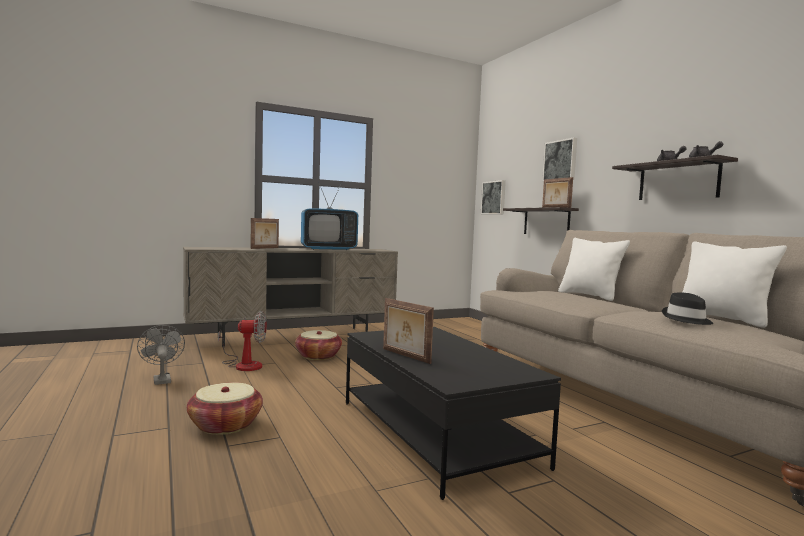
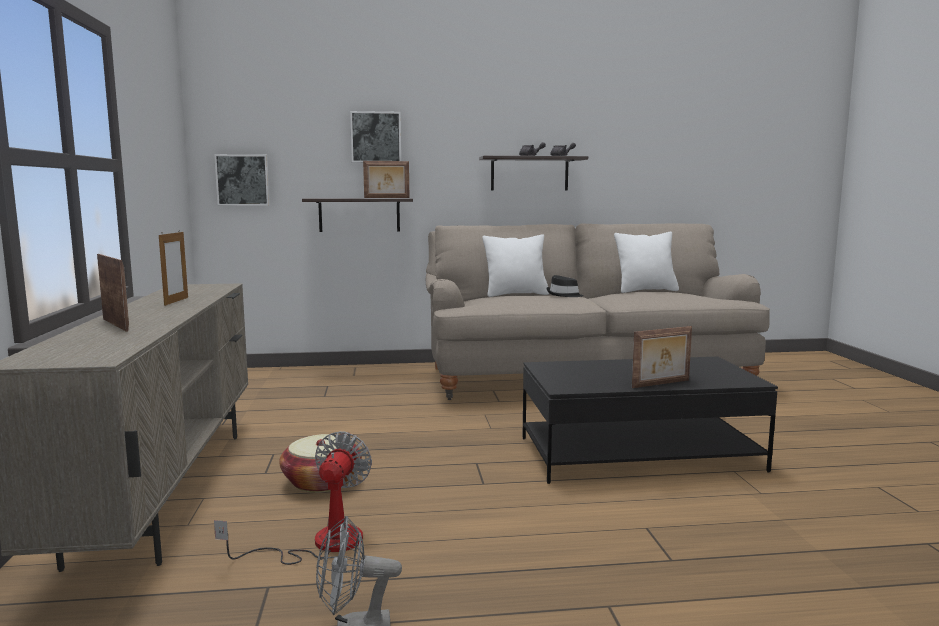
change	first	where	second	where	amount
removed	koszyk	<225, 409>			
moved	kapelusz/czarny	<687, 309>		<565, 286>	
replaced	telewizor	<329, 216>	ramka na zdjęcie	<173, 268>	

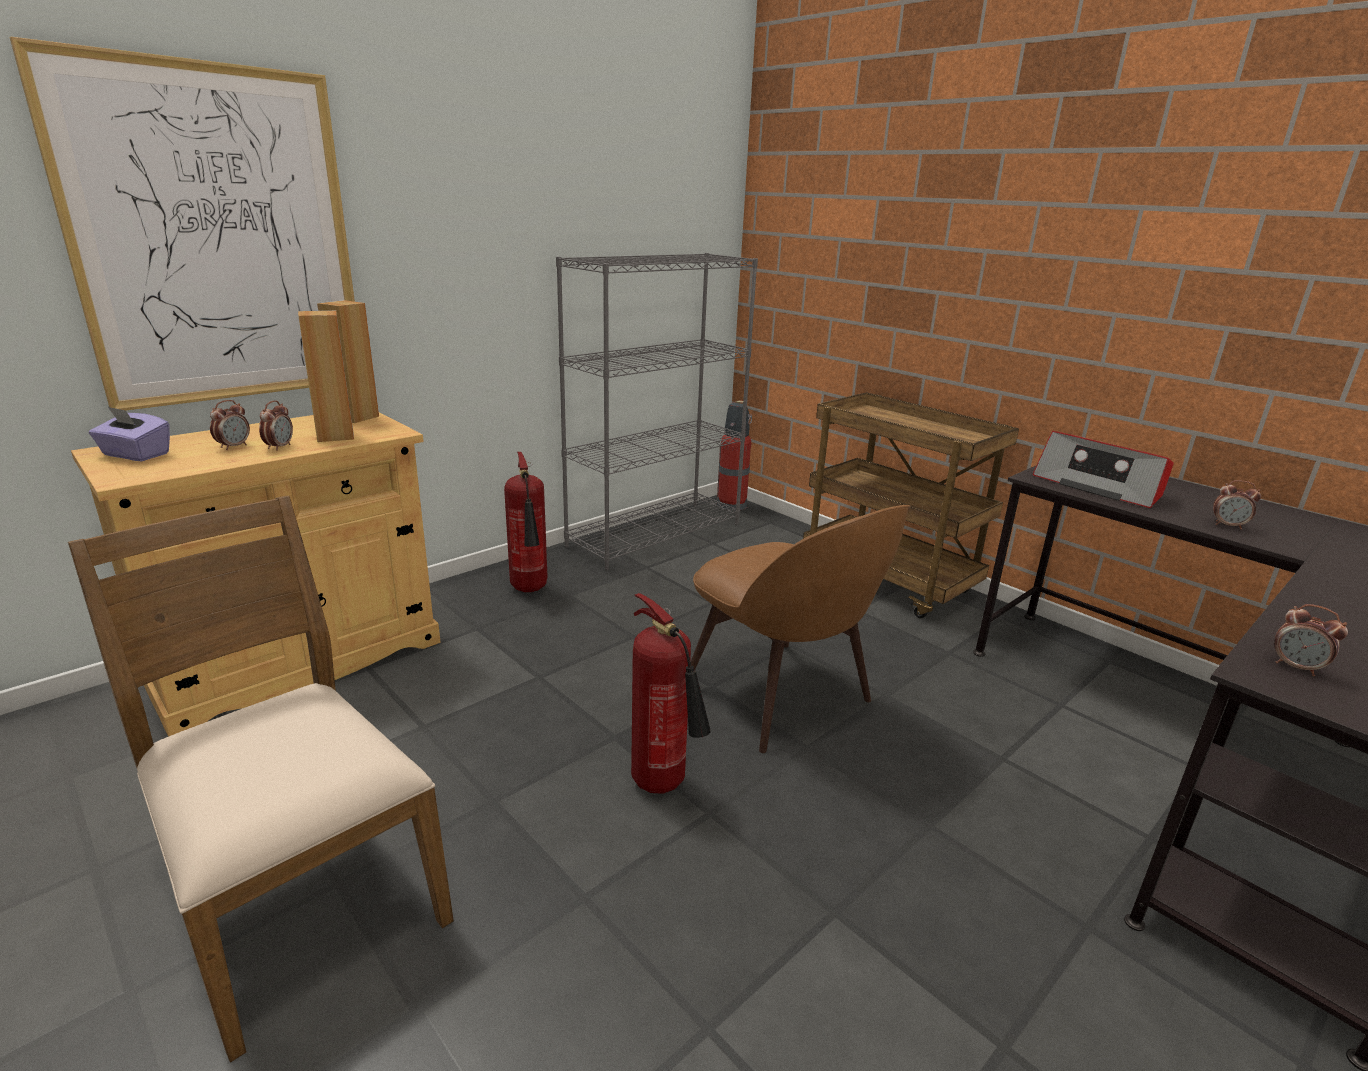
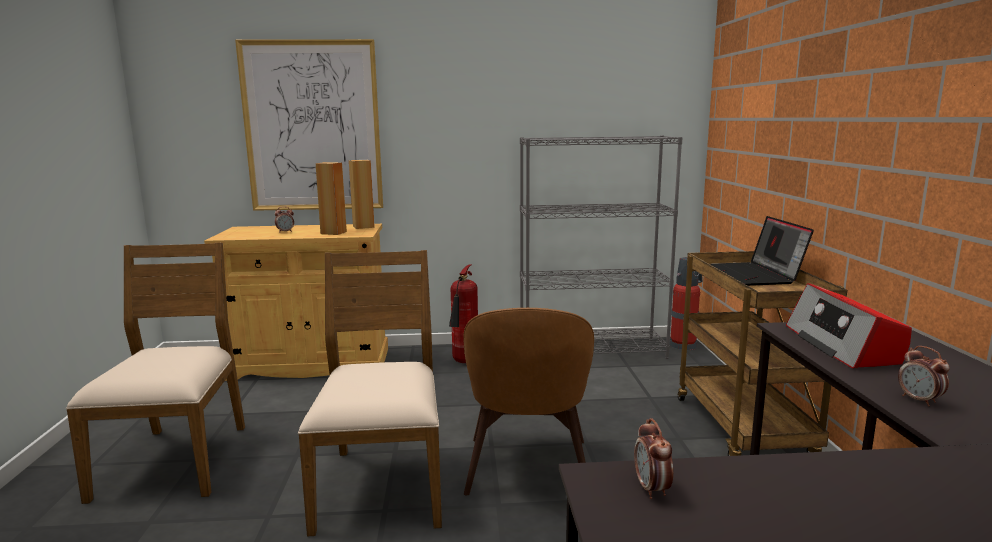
change	first	where	second	where	amount
removed	pudełko chusteczek/fioletowy	<129, 433>			
removed	budzik	<276, 426>			
added			laptop	<762, 251>	
replaced	gaśnica	<670, 693>	krzesło/brązowy	<370, 393>	

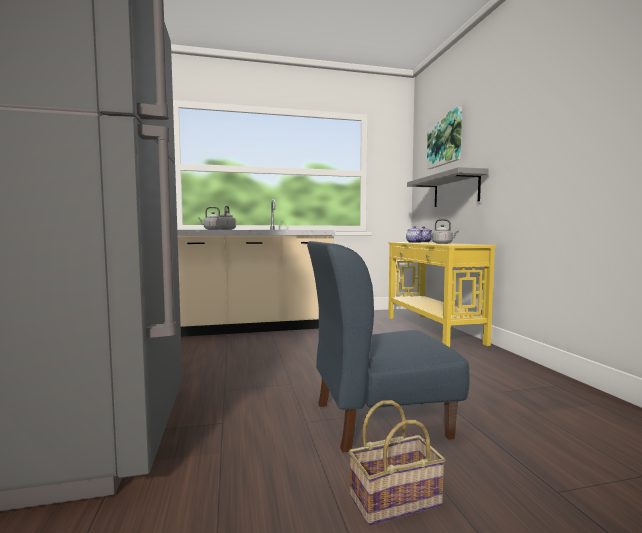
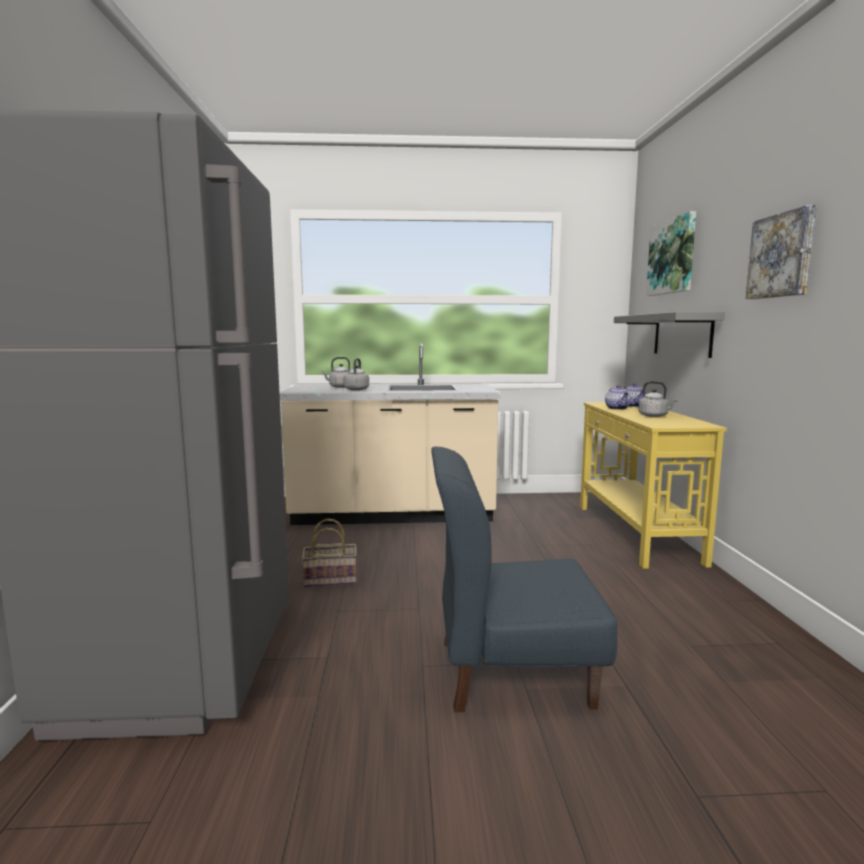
change	first	where	second	where	amount
added			obraz	<781, 252>	
moved	koszyk	<397, 463>		<329, 553>	

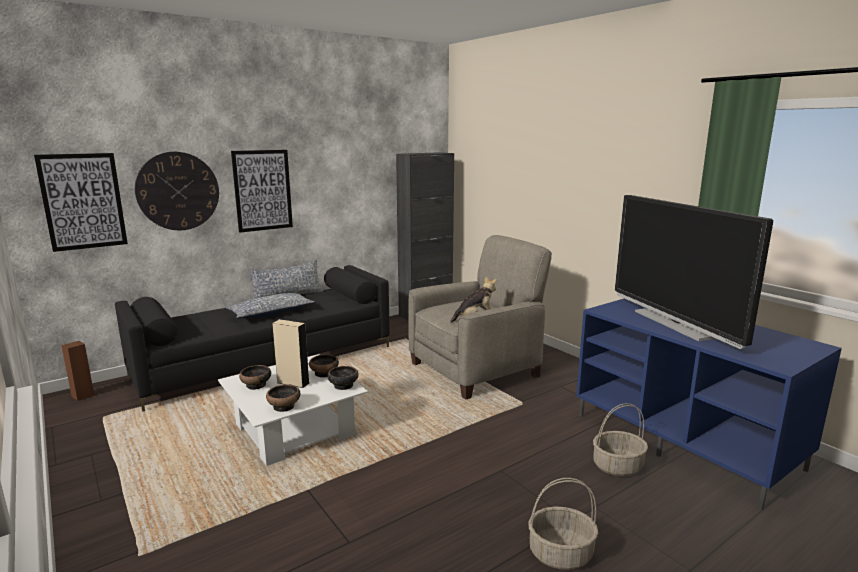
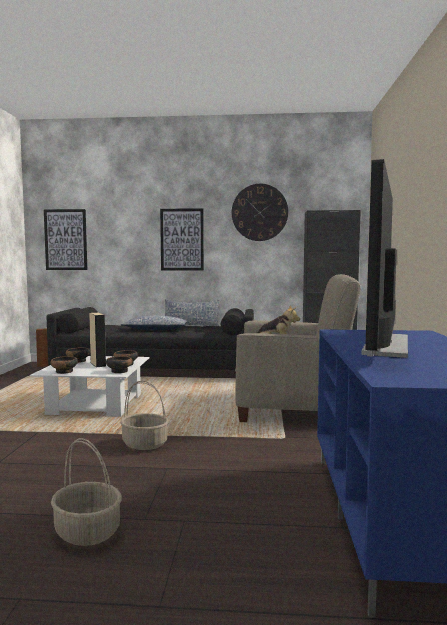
change	first	where	second	where	amount
moved	zegar ścienny	<177, 191>		<260, 212>	
moved	koszyk	<620, 439>		<144, 415>	

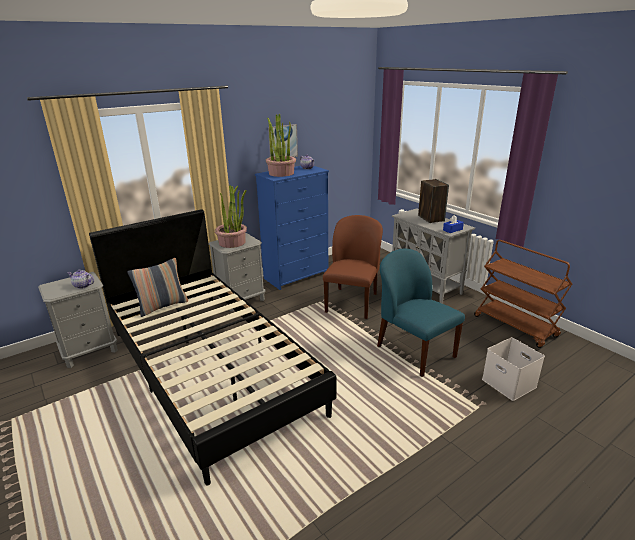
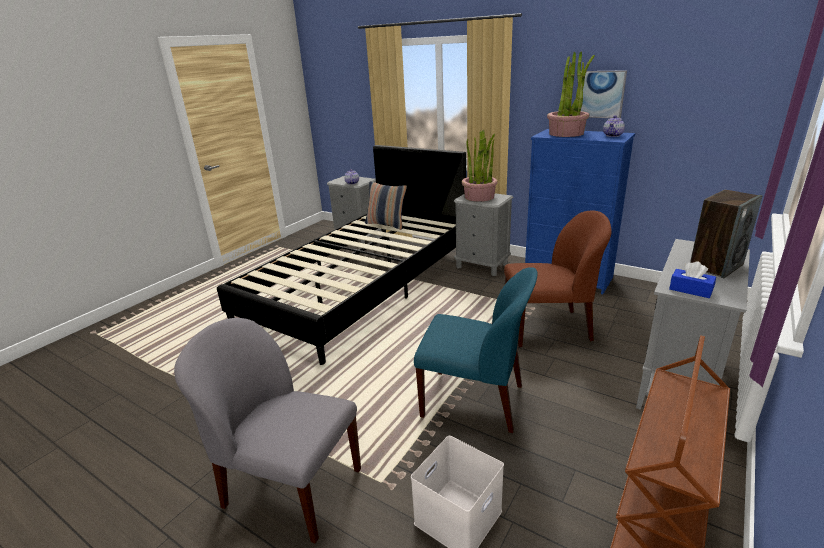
change	first	where	second	where	amount
added			krzesło/szary	<267, 431>	
turned	krzesło/niebieski	<421, 313>		<476, 350>	75 degrees clockwise

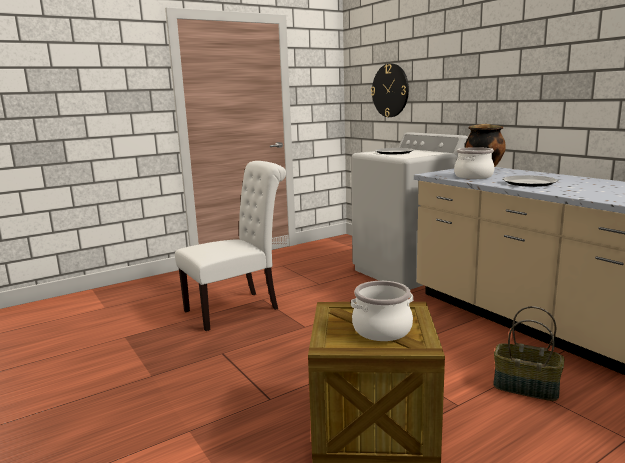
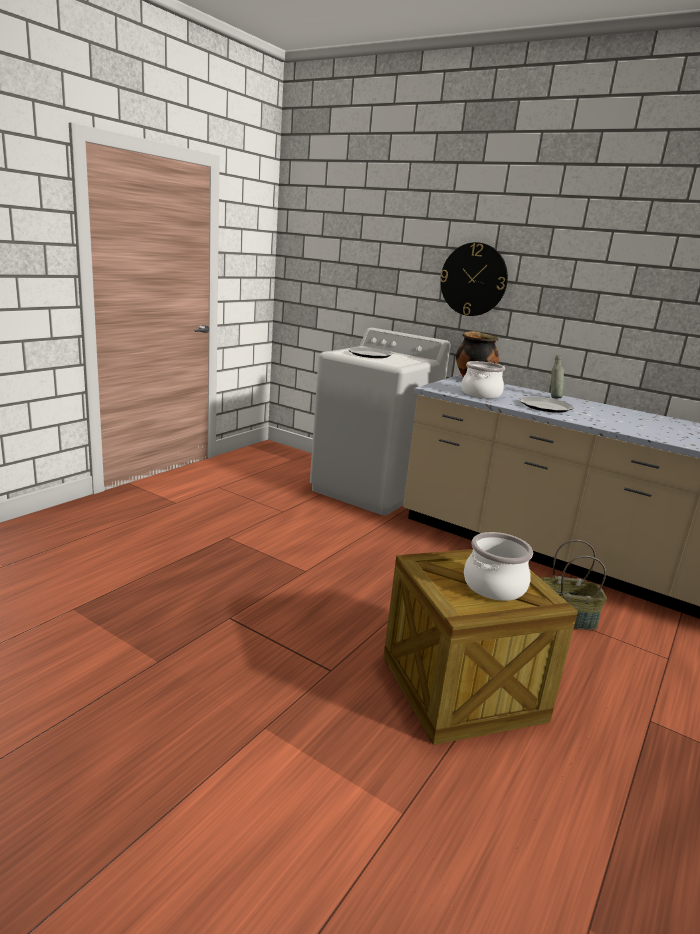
change	first	where	second	where	amount
removed	krzesło/biały	<230, 246>			
added			butelka/szary	<557, 376>	
moved	zegar ścienny	<390, 90>		<474, 279>	

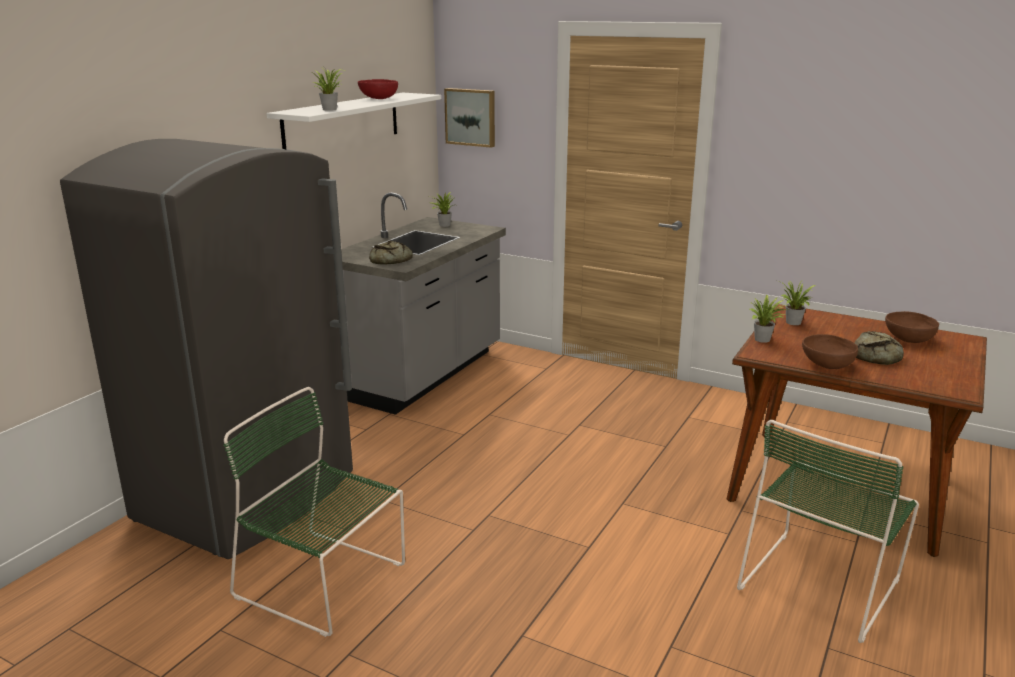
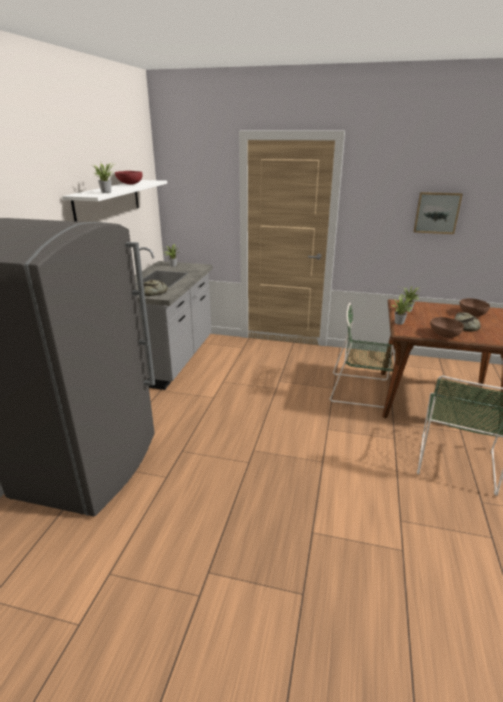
change	first	where	second	where	amount
moved	krzesło/zielony	<314, 512>		<362, 355>	
moved	obraz	<469, 118>		<438, 213>	

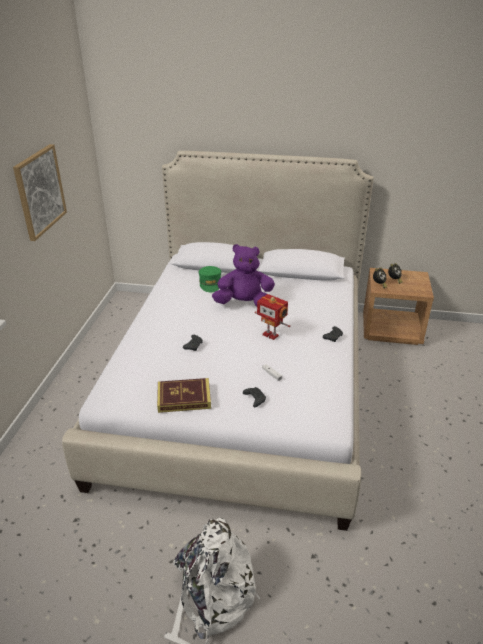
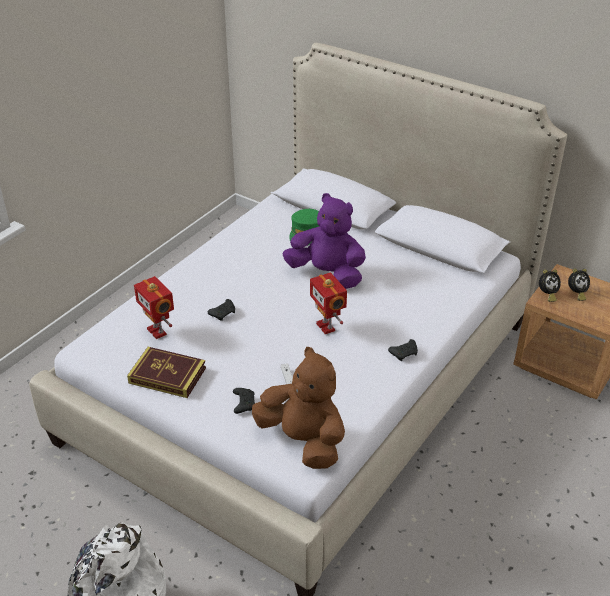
change	first	where	second	where	amount
removed	obraz	<40, 192>			
added			robot zabawkowy	<154, 307>	
added			pluszak/brązowy	<298, 408>	

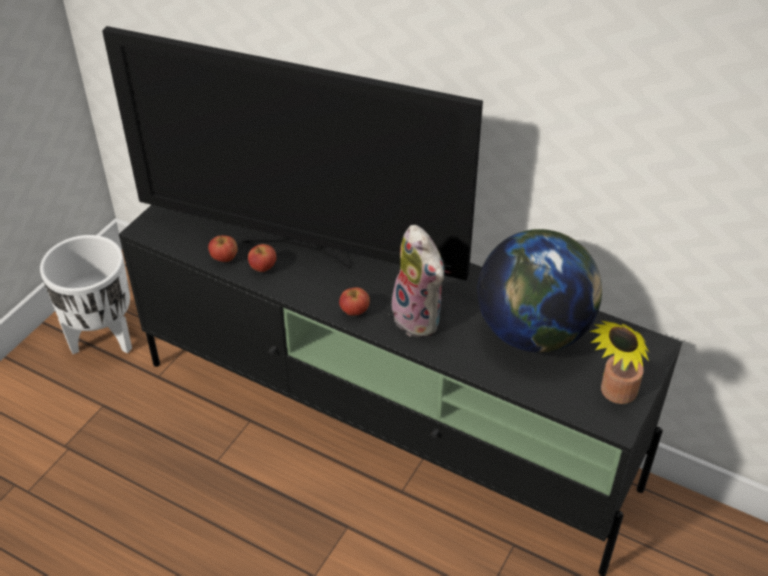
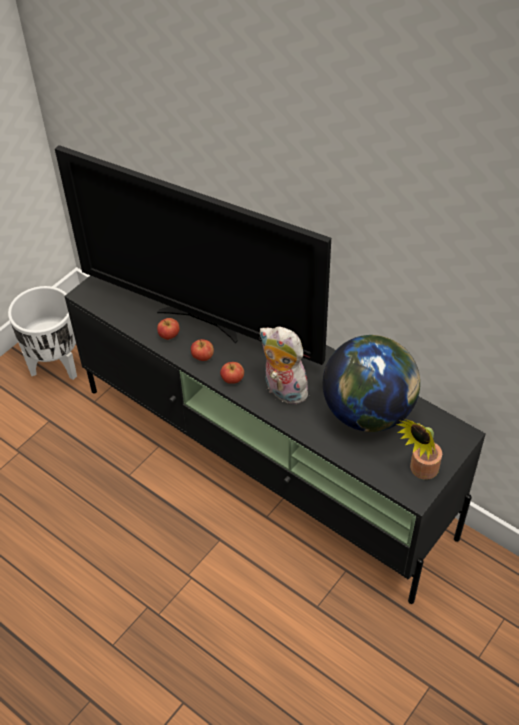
change	first	where	second	where	amount
moved	jabłko	<223, 248>		<202, 350>	
turned	pluszak	<418, 281>		<285, 365>	150 degrees clockwise

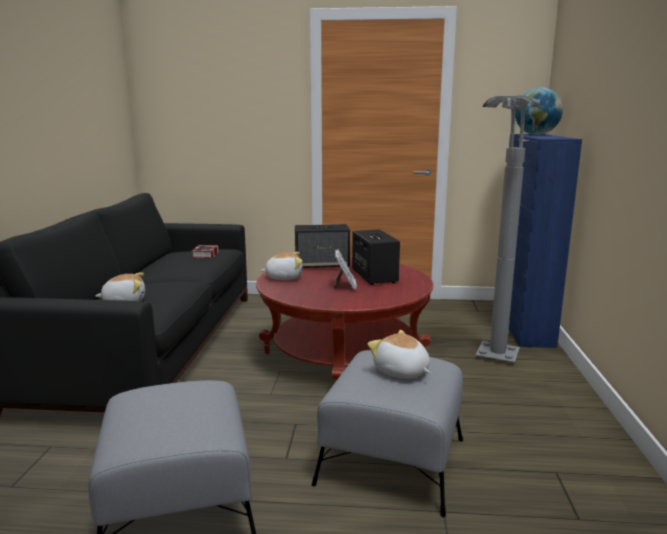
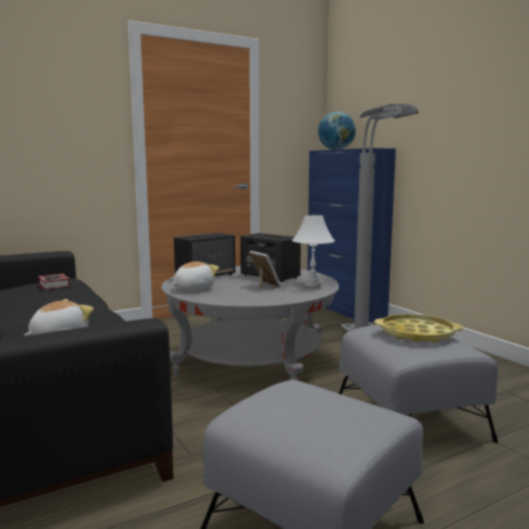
change	first	where	second	where	amount
added			lampa stołowa/biały	<313, 251>	
replaced	pluszak	<399, 354>	taca/żółty	<418, 328>	
recoloured	ława/czerwony	<344, 320>	ława/szary	<250, 323>	

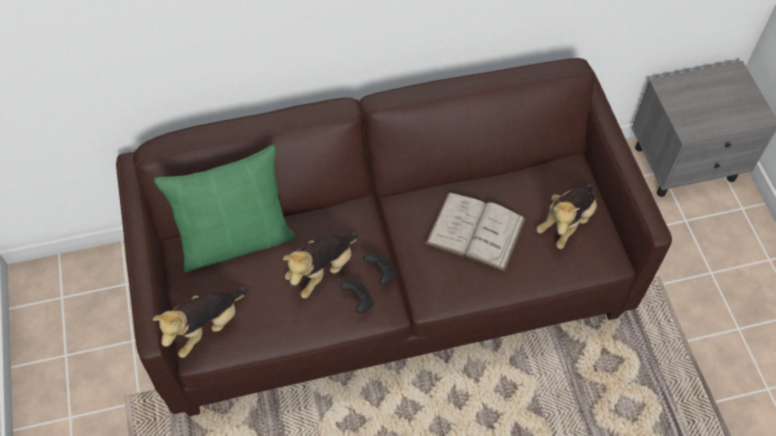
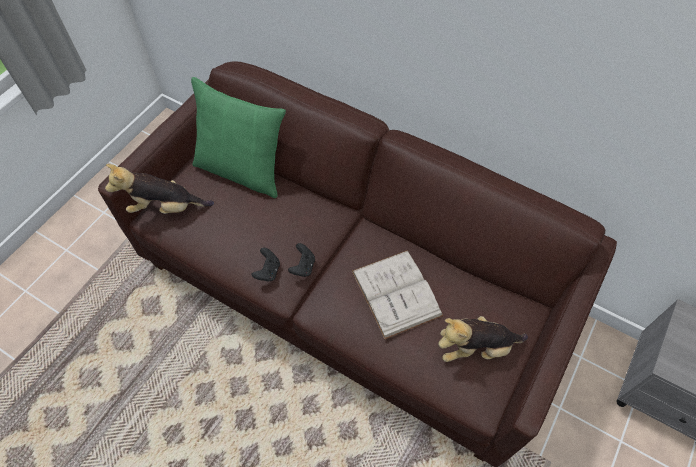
change	first	where	second	where	amount
removed	pluszak	<320, 264>			

